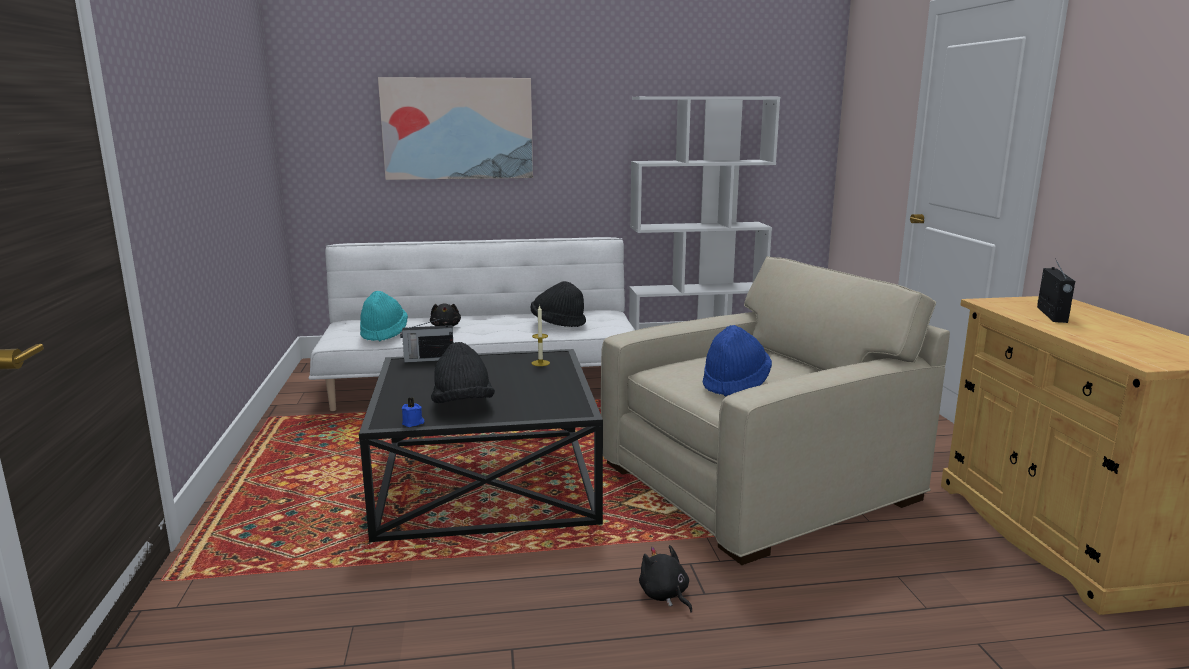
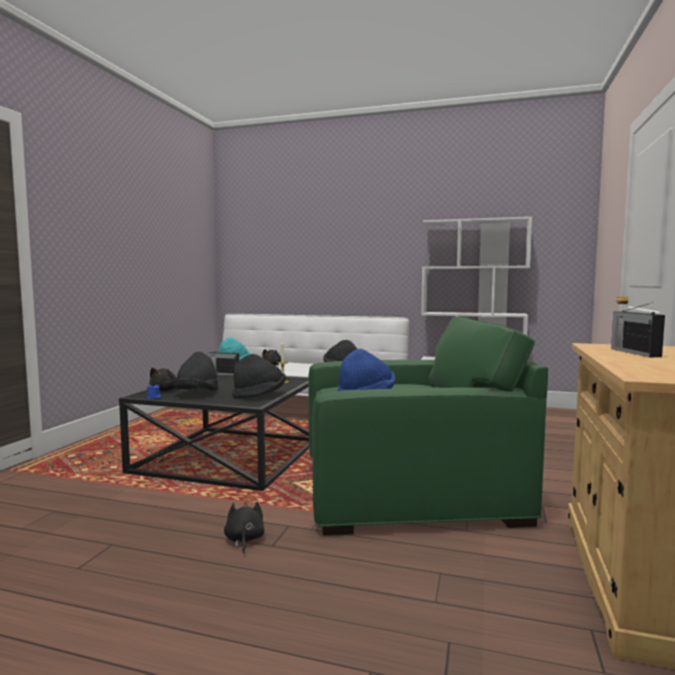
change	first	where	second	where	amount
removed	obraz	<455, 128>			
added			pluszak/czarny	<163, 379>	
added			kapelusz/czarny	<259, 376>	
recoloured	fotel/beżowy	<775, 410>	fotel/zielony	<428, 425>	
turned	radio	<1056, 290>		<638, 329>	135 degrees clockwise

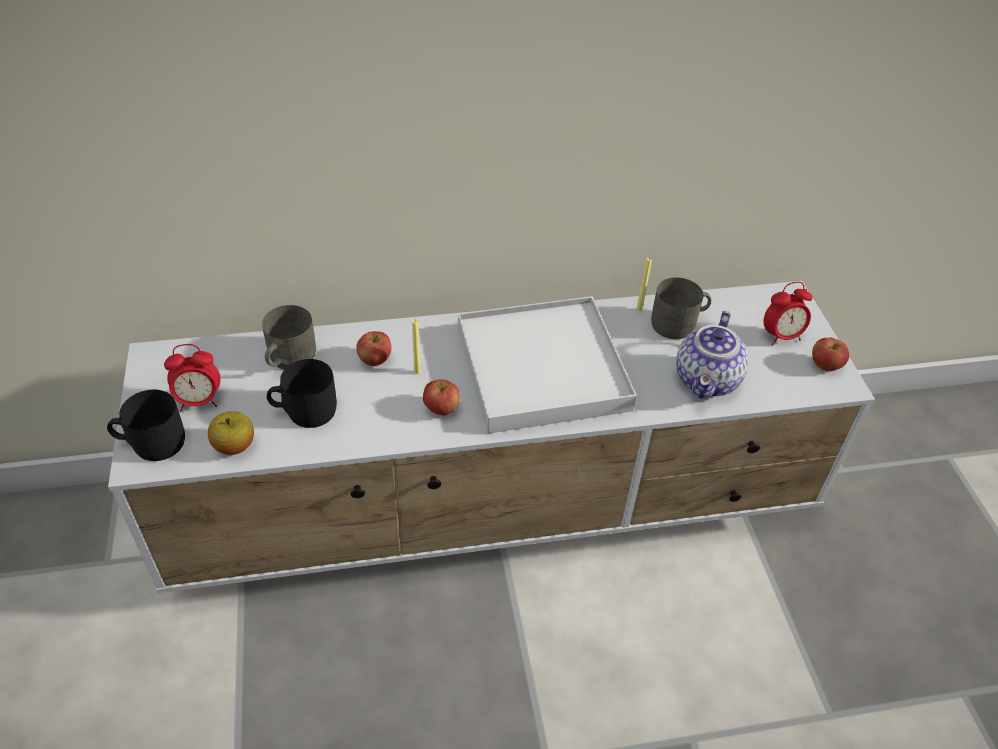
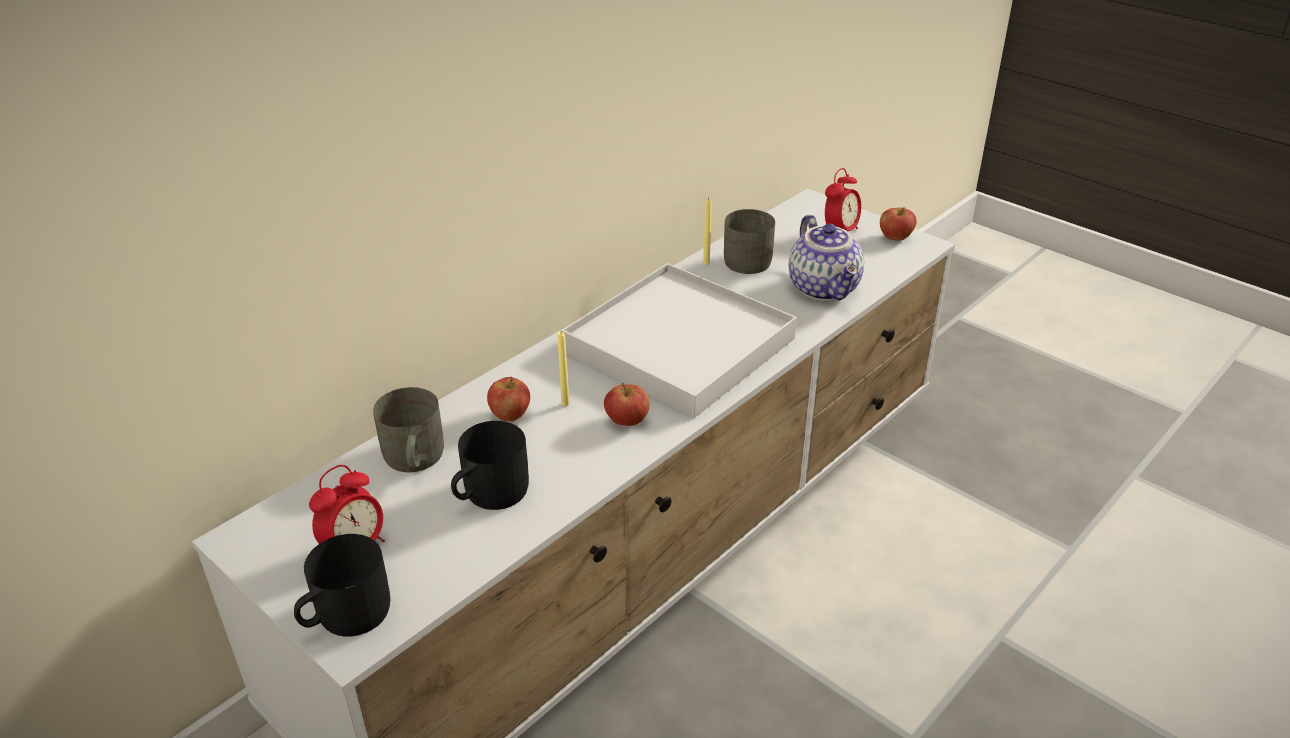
change	first	where	second	where	amount
removed	jabłko	<231, 433>			

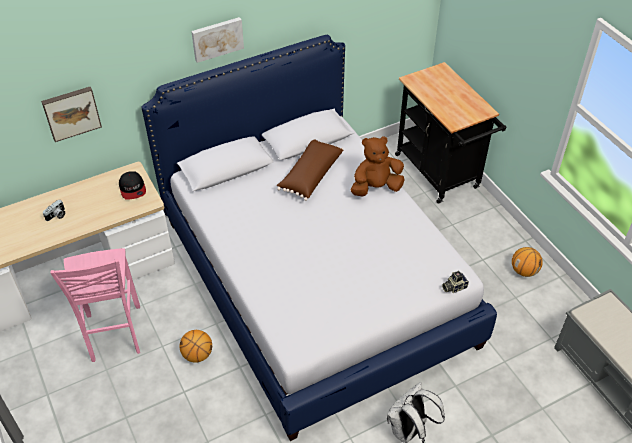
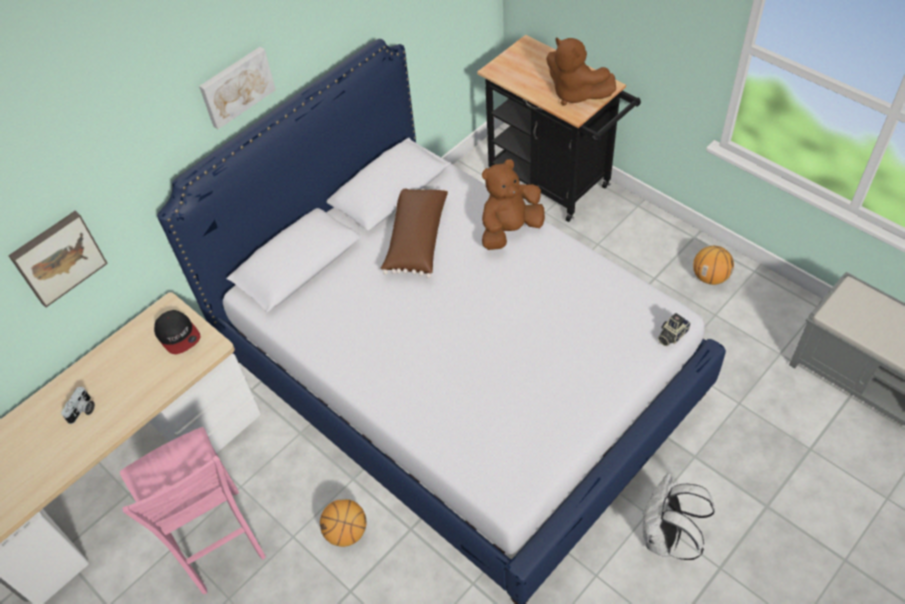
change	first	where	second	where	amount
added			pluszak/brązowy	<581, 71>	

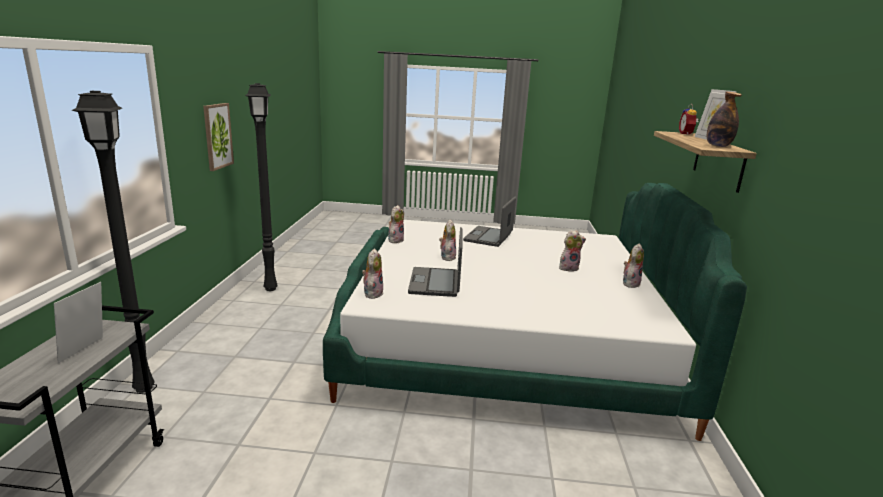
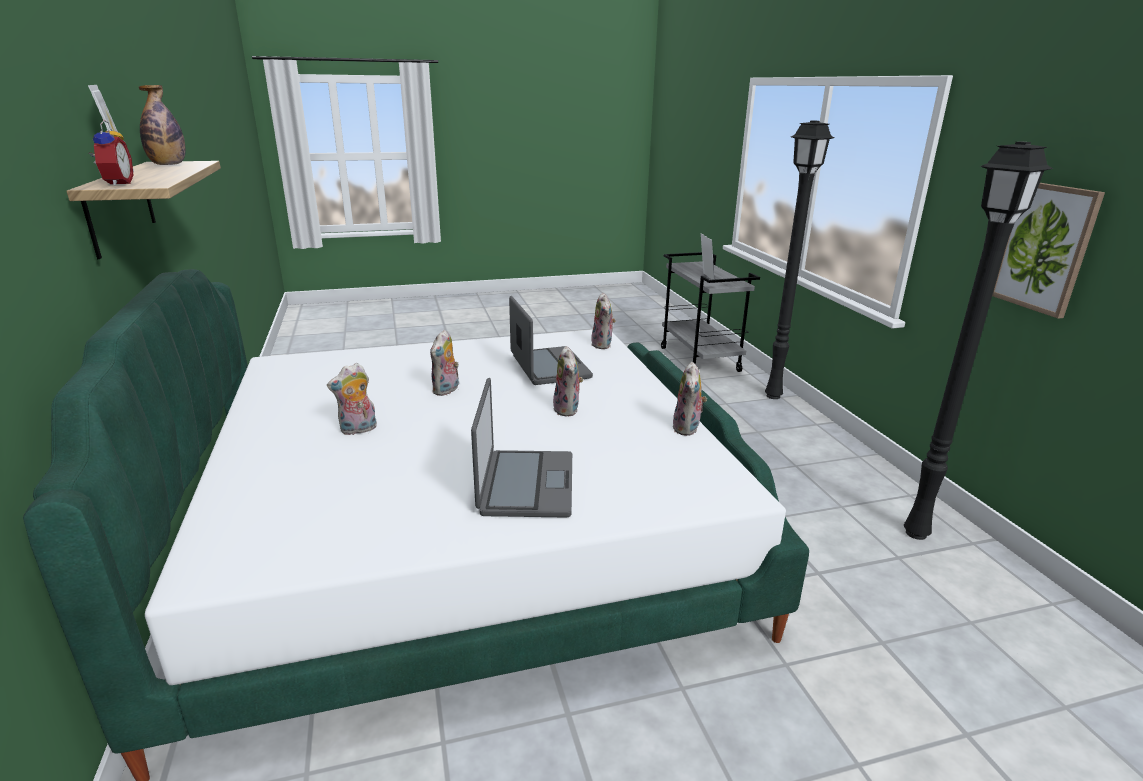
change	first	where	second	where	amount
moved	pluszak	<633, 265>		<444, 362>	

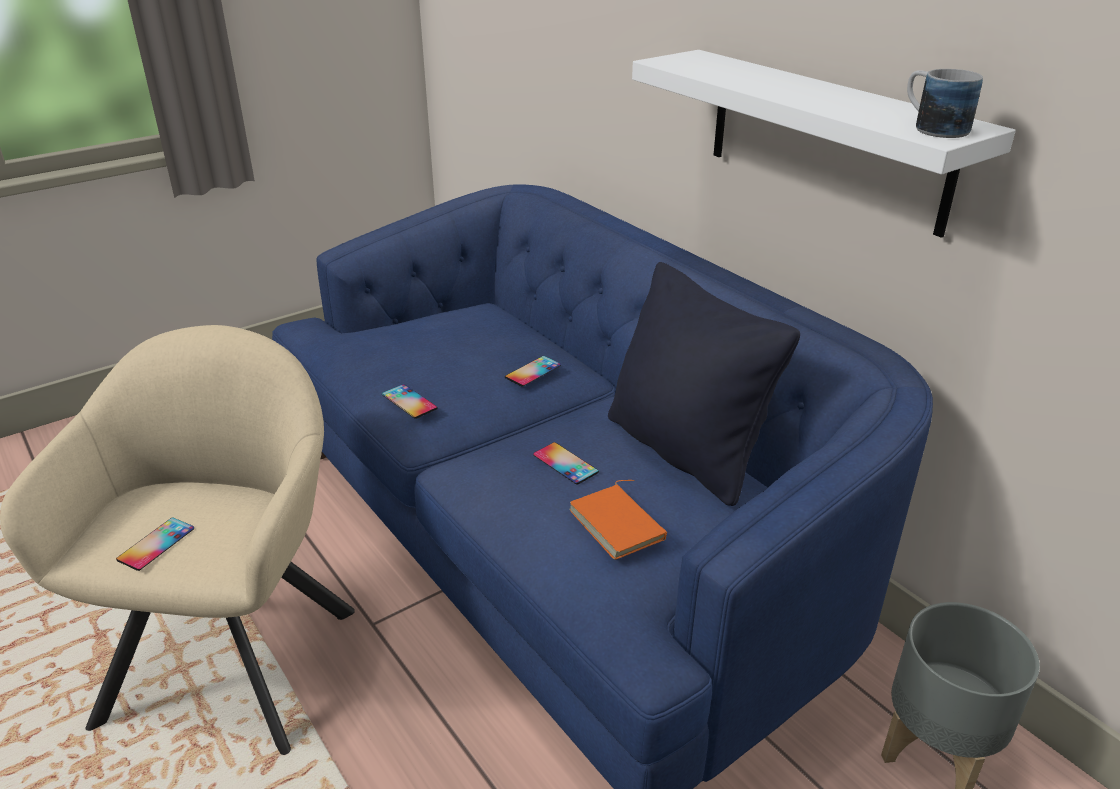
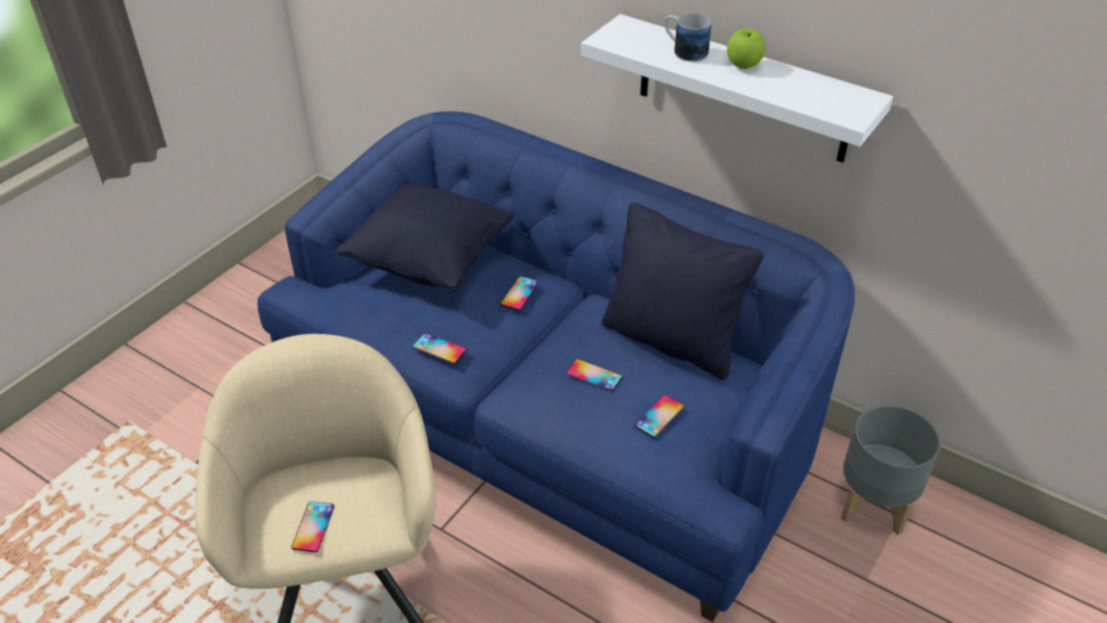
change	first	where	second	where	amount
added			poduszka/czarny	<425, 236>	
added			jabłko	<746, 48>	
moved	kubek	<945, 103>		<688, 37>	
replaced	książka/pomarańczowy	<618, 520>	telefon	<659, 416>	

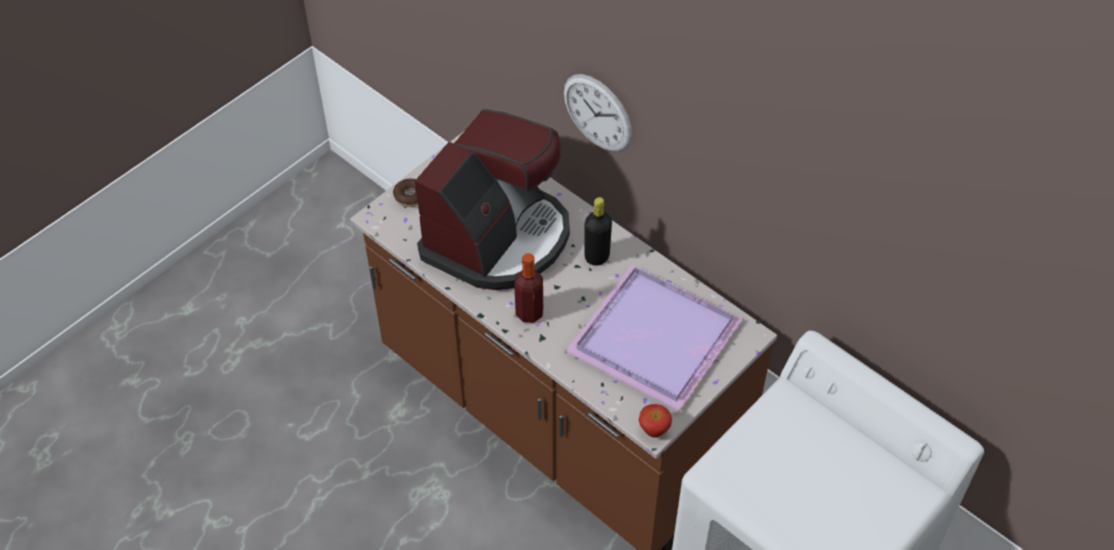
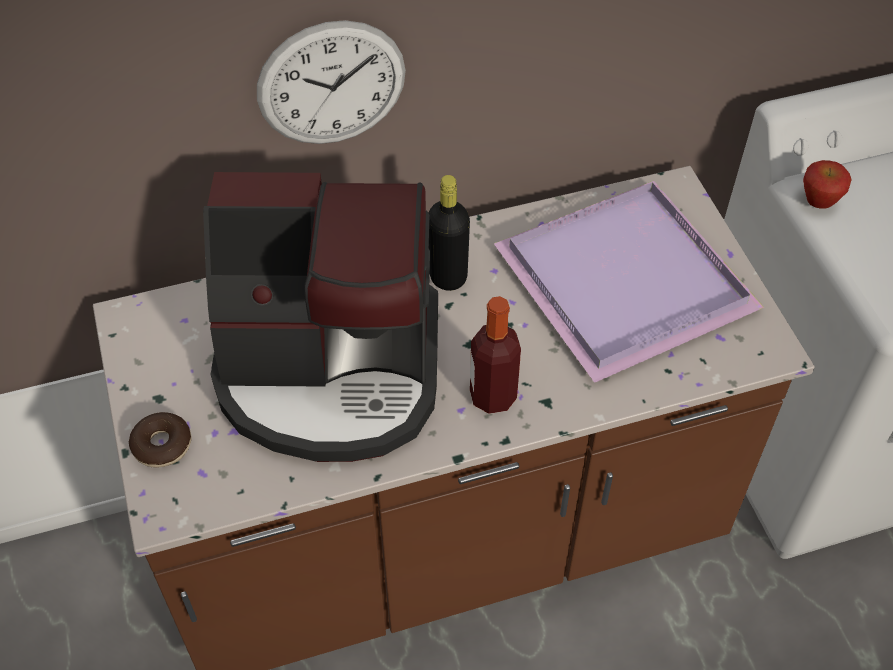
change	first	where	second	where	amount
moved	jabłko	<655, 421>		<827, 184>	
turned	ekspres do kawy	<492, 199>		<320, 317>	120 degrees clockwise

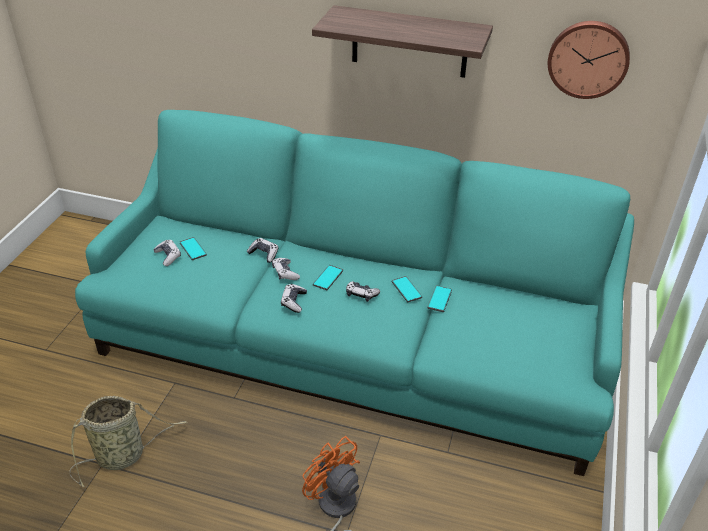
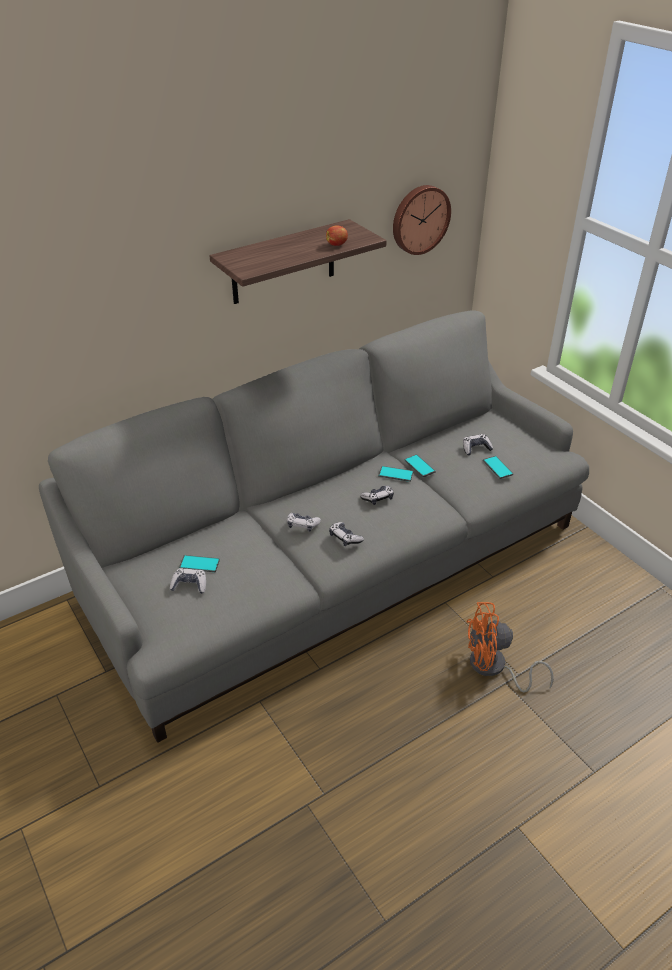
change	first	where	second	where	amount
removed	koszyk	<128, 441>			
added			jabłko	<337, 235>	
moved	pad do gier	<263, 250>		<478, 444>	
moved	telefon	<328, 277>		<498, 467>	
recoloured	kanapa/turkusowy	<354, 293>	kanapa/szary	<314, 526>	

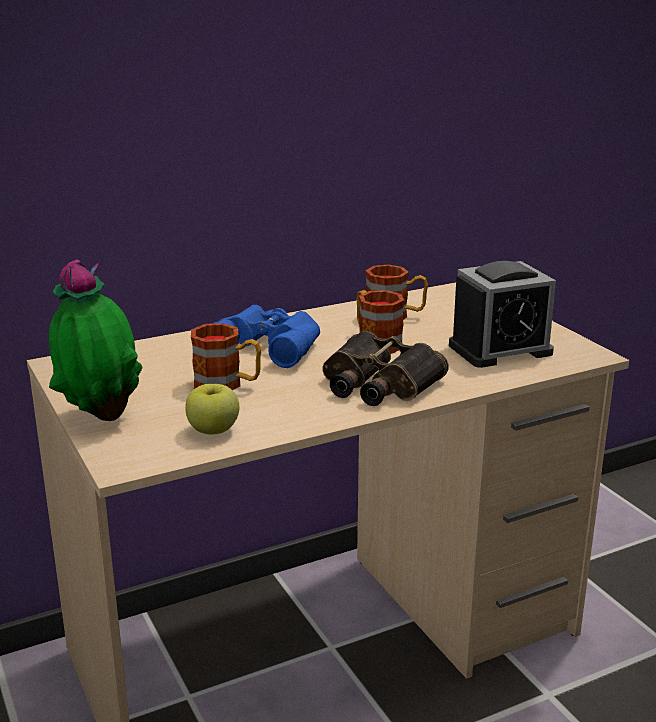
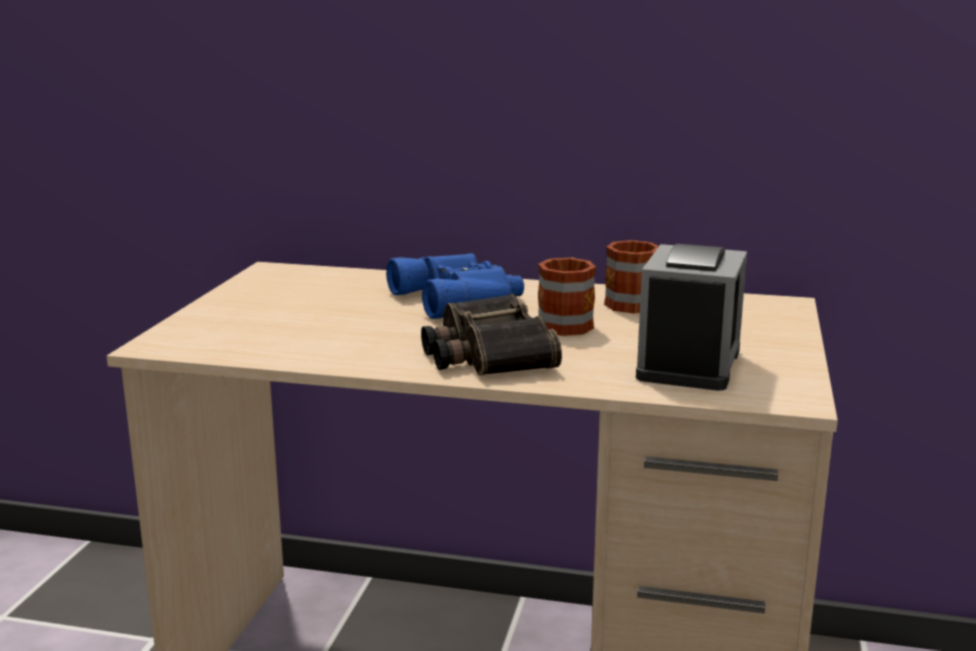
change	first	where	second	where	amount
removed	roślina doniczkowa	<96, 340>			
removed	jabłko	<212, 409>			
removed	kubek	<226, 356>			
turned	budzik	<502, 314>		<691, 317>	90 degrees counterclockwise

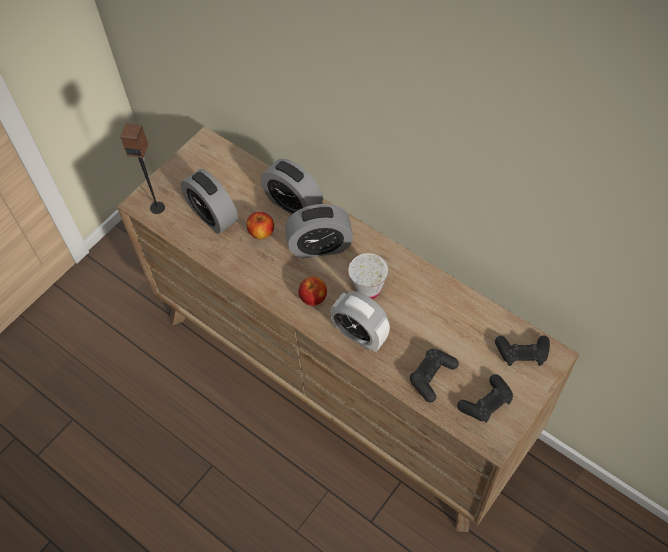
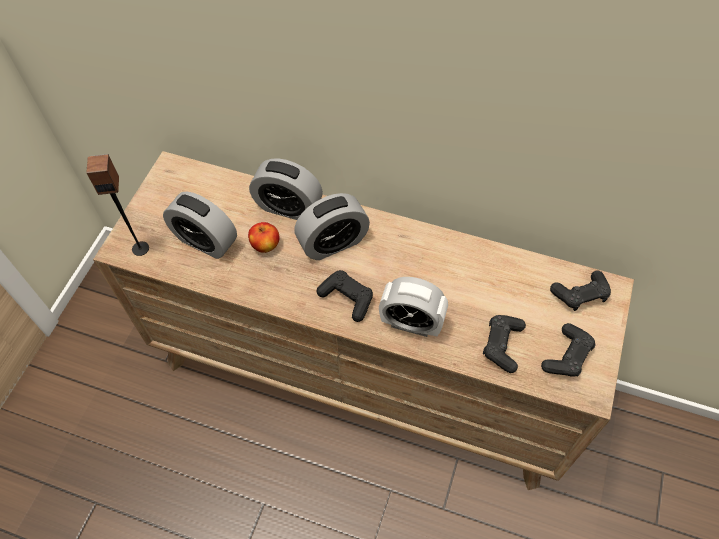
change	first	where	second	where	amount
removed	filiżanka/biały	<368, 276>			
replaced	jabłko	<312, 291>	pad do gier/czarny	<345, 296>	

